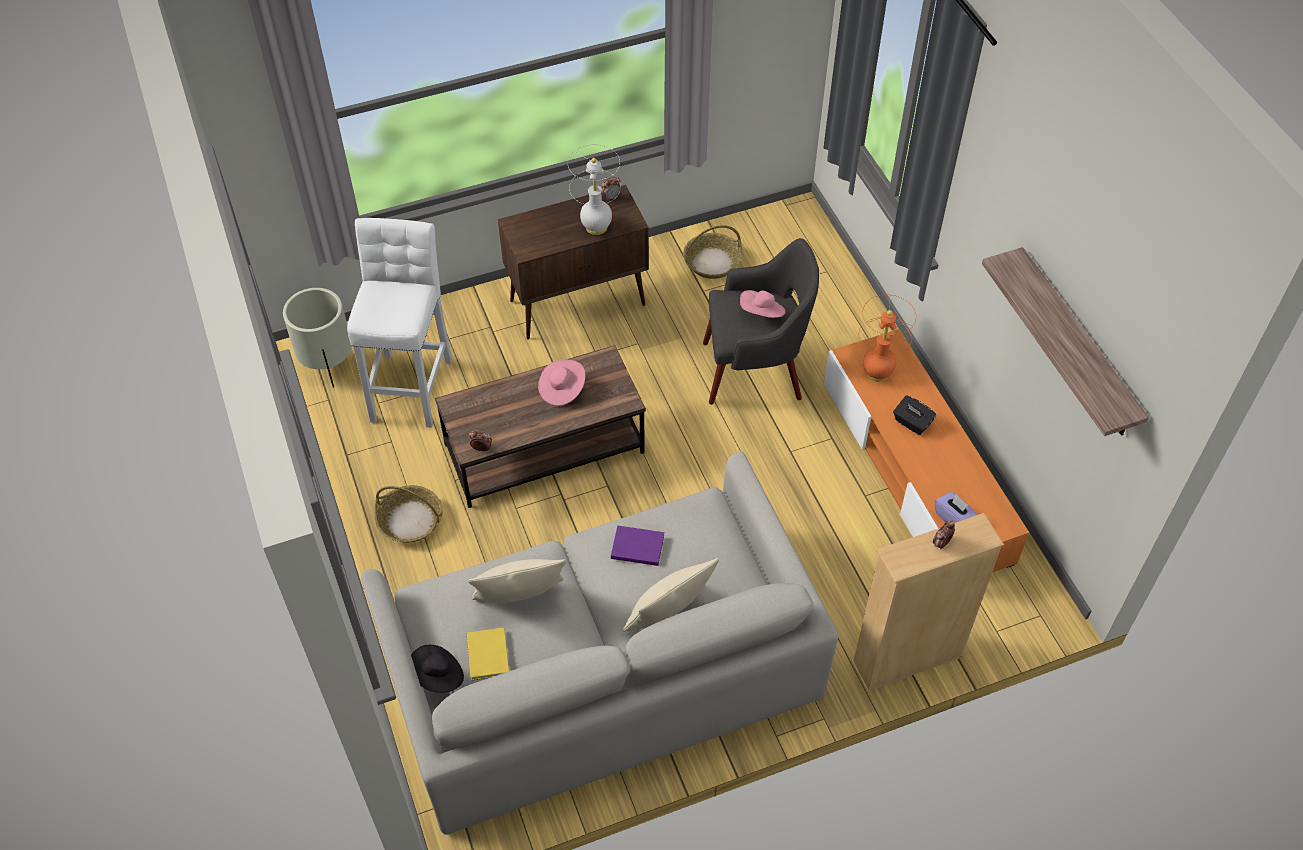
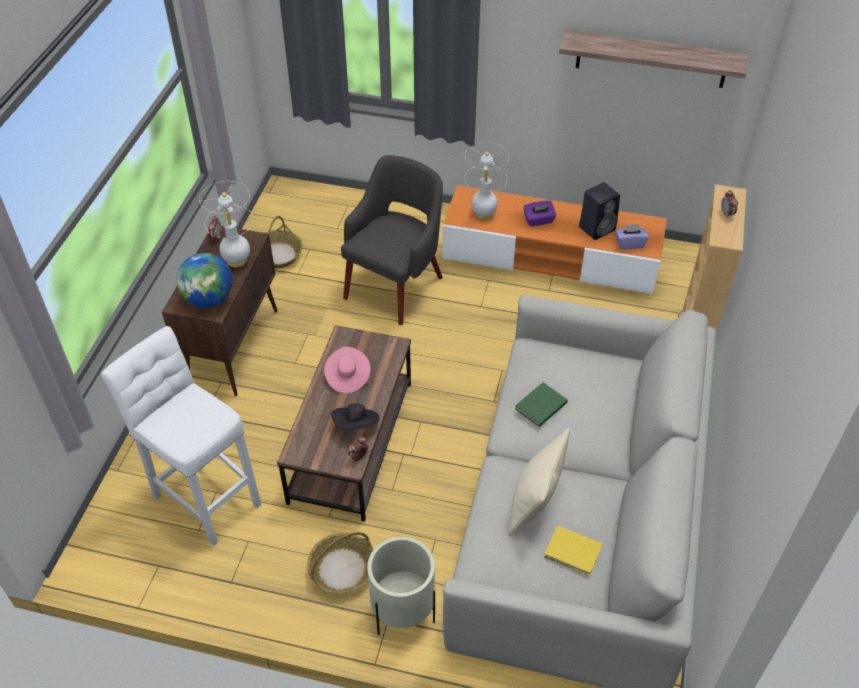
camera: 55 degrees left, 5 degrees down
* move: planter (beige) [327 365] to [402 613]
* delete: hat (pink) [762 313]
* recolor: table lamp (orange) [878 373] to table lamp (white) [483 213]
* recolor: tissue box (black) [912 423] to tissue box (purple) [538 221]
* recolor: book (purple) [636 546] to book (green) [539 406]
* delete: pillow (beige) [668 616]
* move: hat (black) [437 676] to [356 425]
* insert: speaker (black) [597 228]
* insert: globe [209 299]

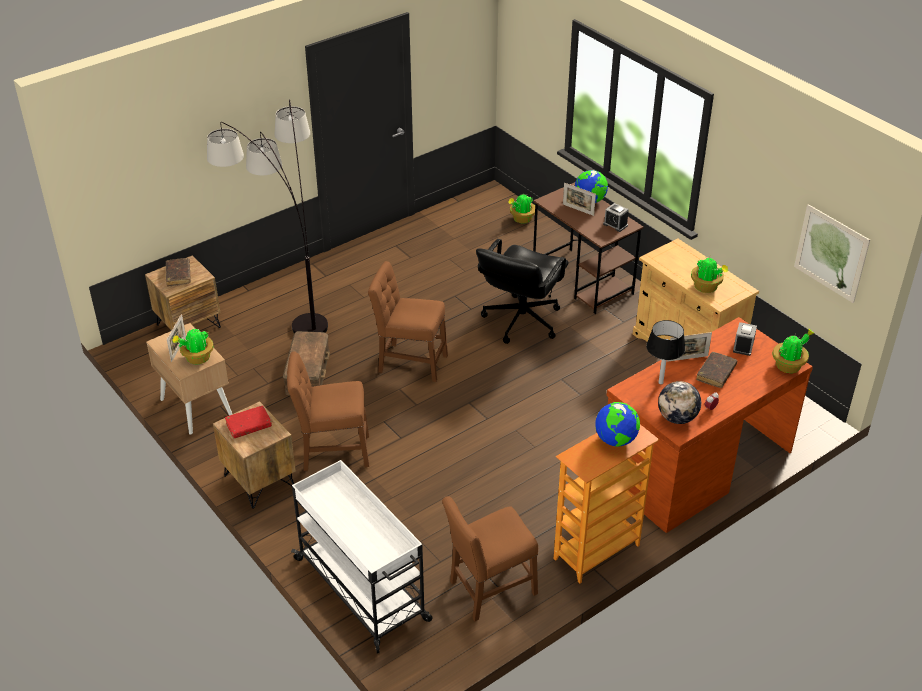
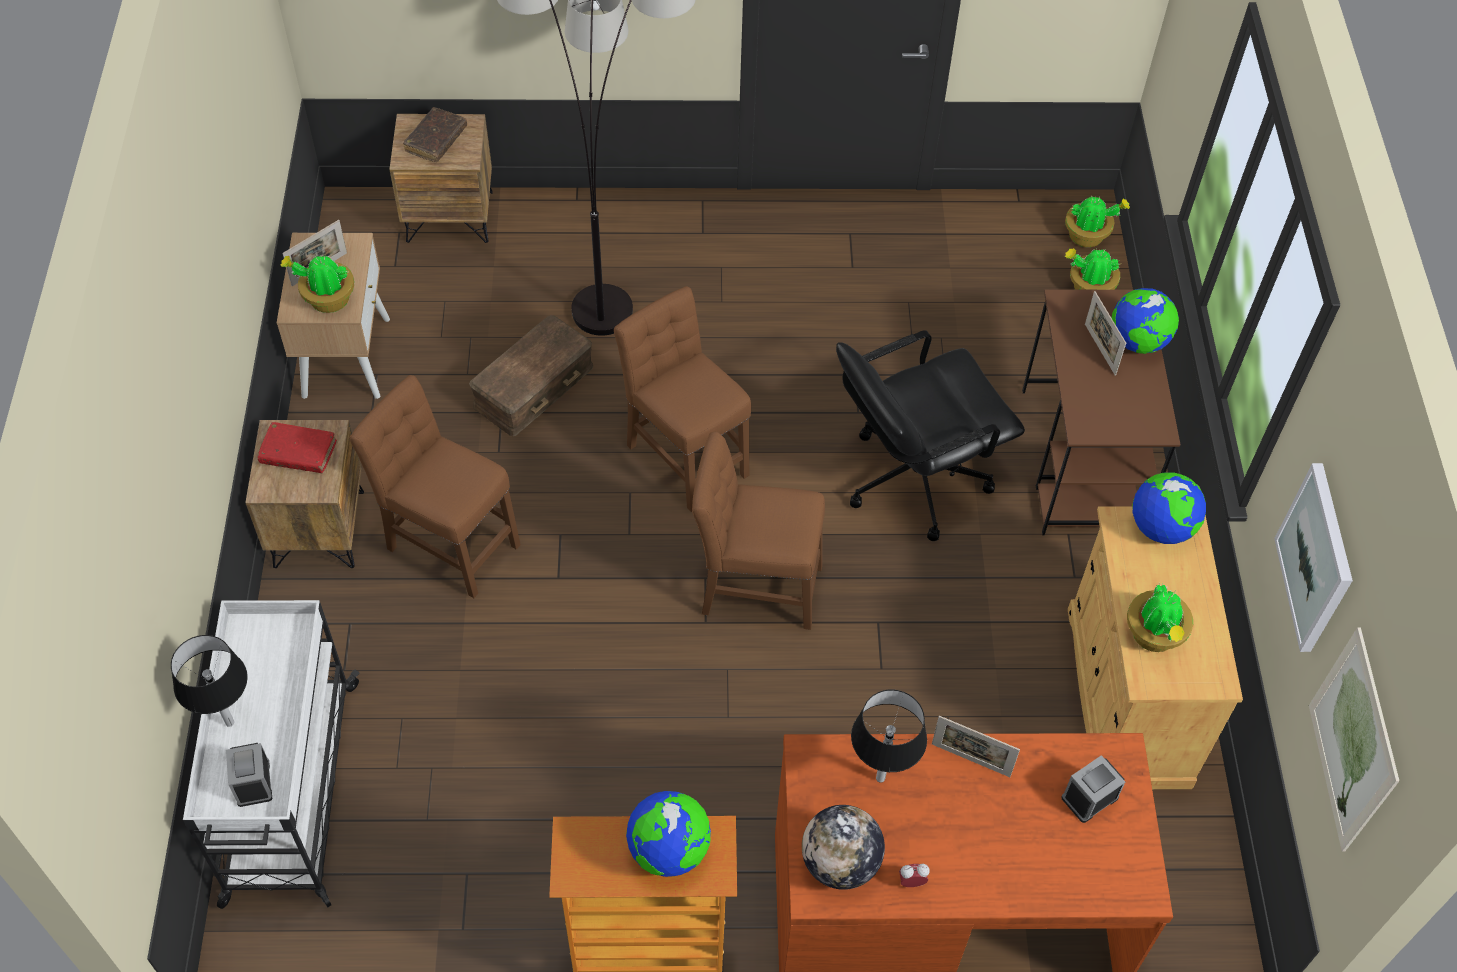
camera: 35 degrees right, 15 degrees up
* move: alarm clock [615 225] to [253 782]
* move: potted plant [789 365] to [1087 236]
* delete: book (brown) [716 373]
* move: chair (brown) [489 590] to [755 586]
* insert: picture [1316 558]
* insert: globe [1161 528]
* insert: table lamp (black) [229 722]

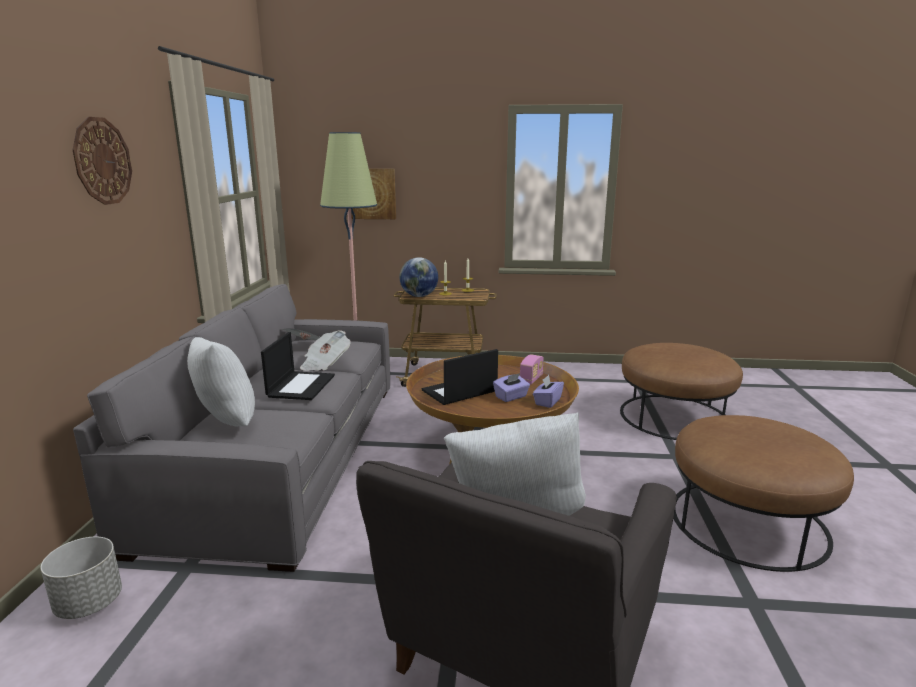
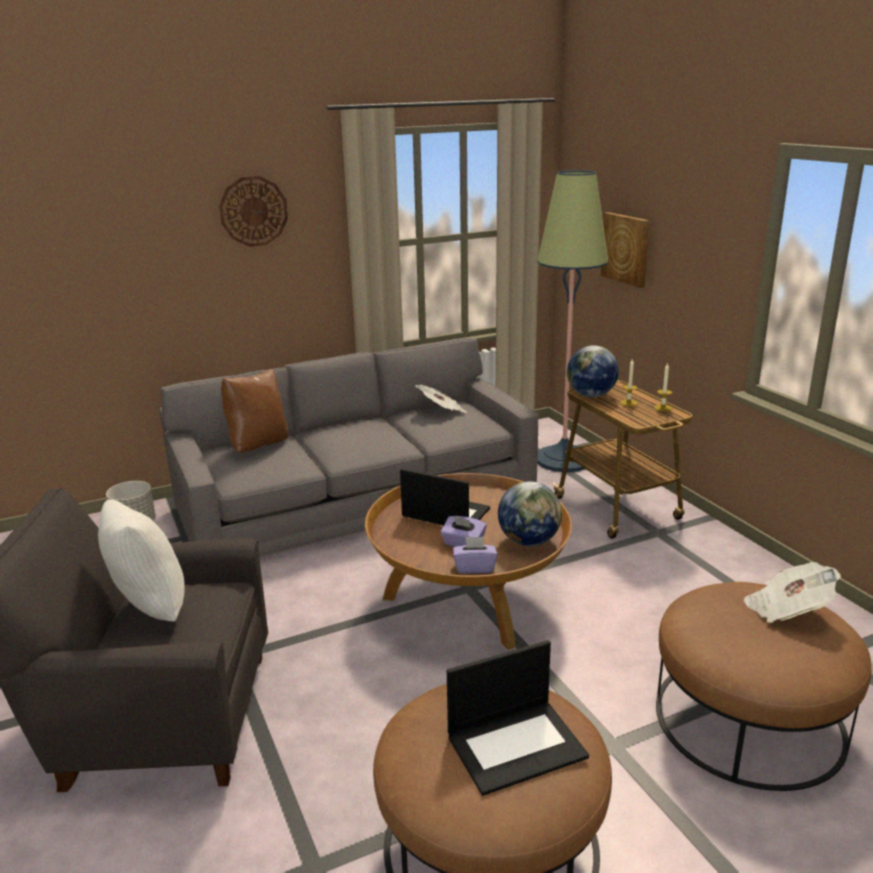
camera: 60 degrees right, 5 degrees up
* move: newspaper [325 364] to [787 610]
* move: laptop [301 385] to [517 745]
* recolor: pillow (white) [225 422] to pillow (brown) [258 446]
* replace: radio [531 379] to globe [529 541]

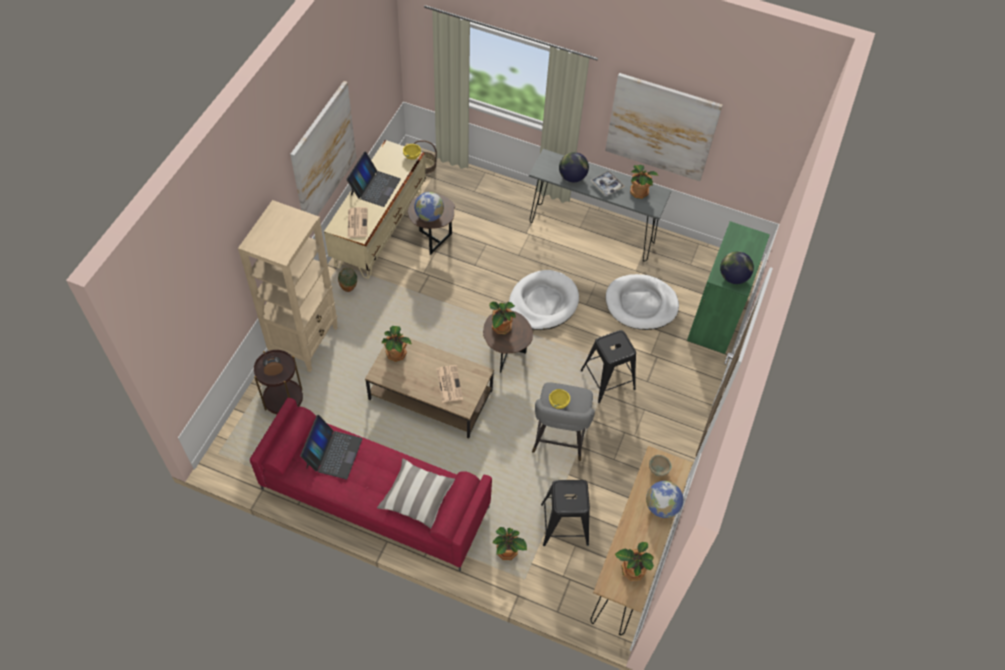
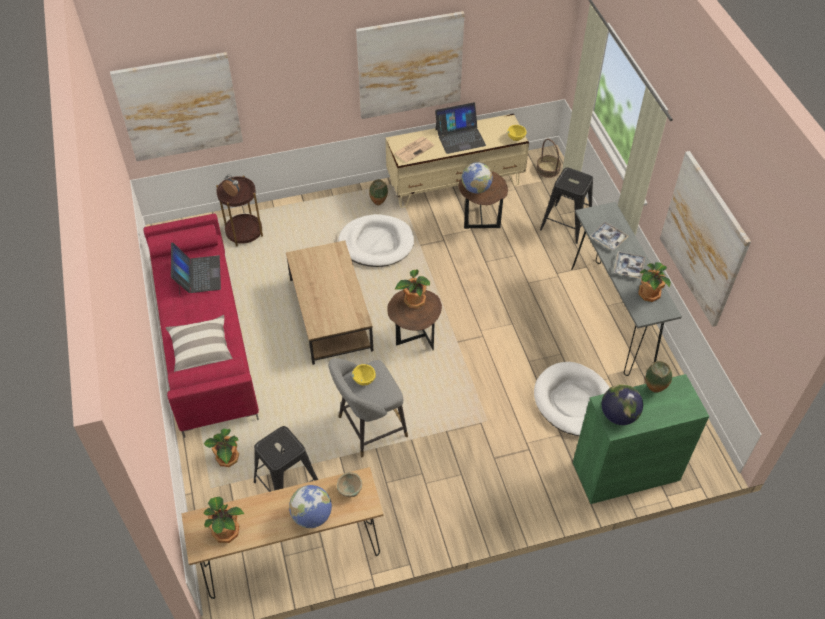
camera: 55 degrees right, 5 degrees down
* replace: globe [572 177] to tray [608 239]
* delete: bookcase (beige) [305 342]
* move: dog bed (white) [543 302] to [376 243]
* delete: potted plant [396 353]
* move: stool (black) [607 380] to [565 224]
* delete: newspaper [449 383]
* rotate: laptop [333 453] = [198 274] 75 degrees counterclockwise
* insert: picture [179 107]
* insert: vase [654 390]

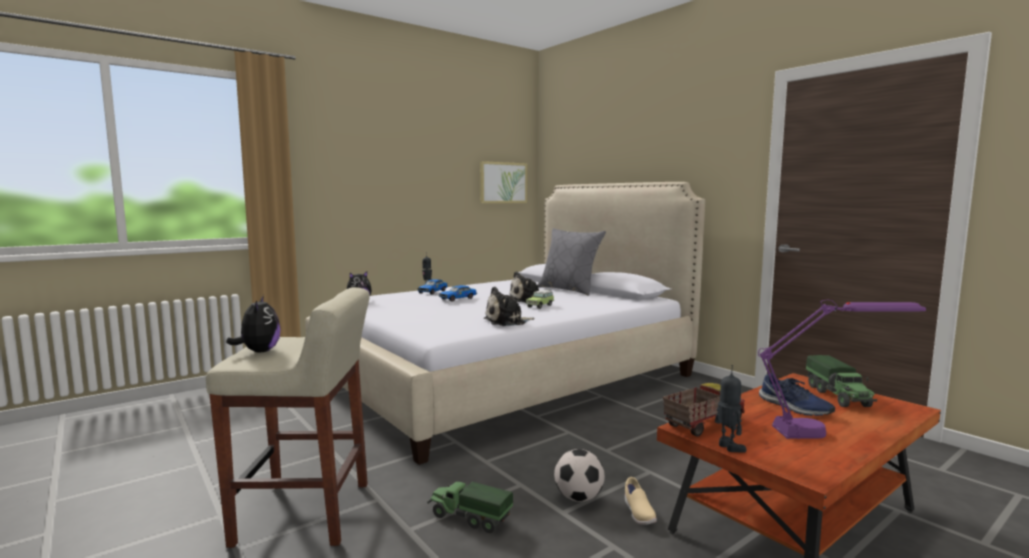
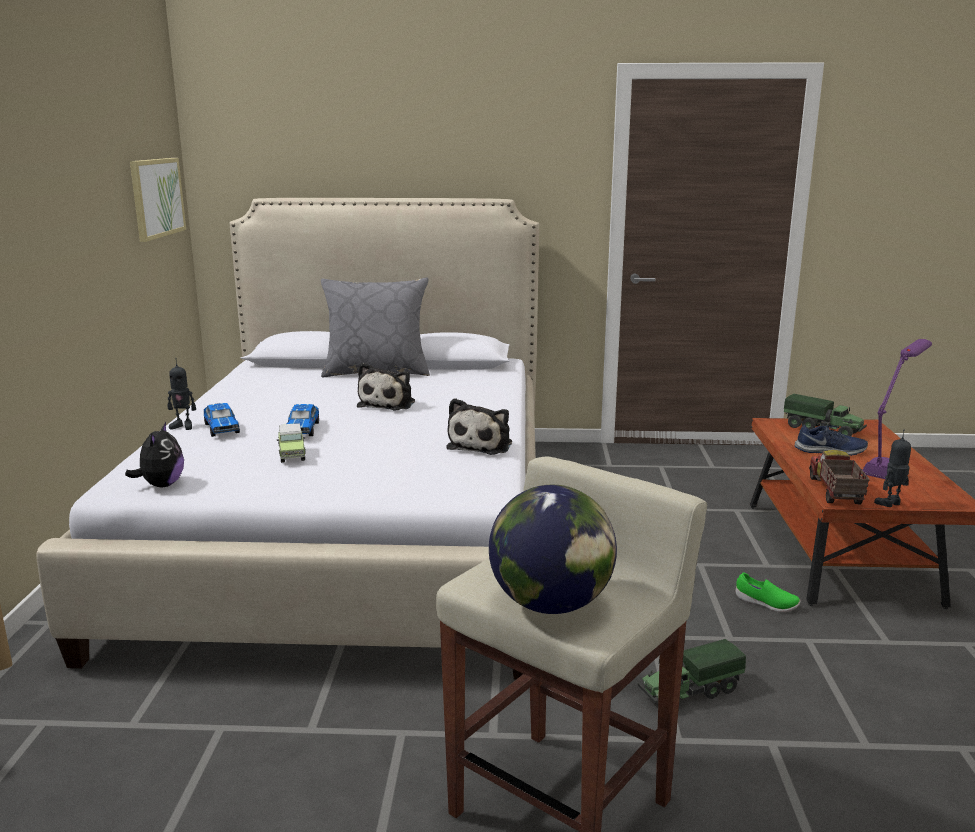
camera: 50 degrees left, 10 degrees up
* move: toy car [540 306] to [292 454]
* replace: plush toy [259 351] to globe [550 604]
* rotate: toy robot [728 447] = [890 504] 45 degrees counterclockwise
* delete: football [578 498]
* recolor: shoe (beige) [638 513] to shoe (green) [766 604]

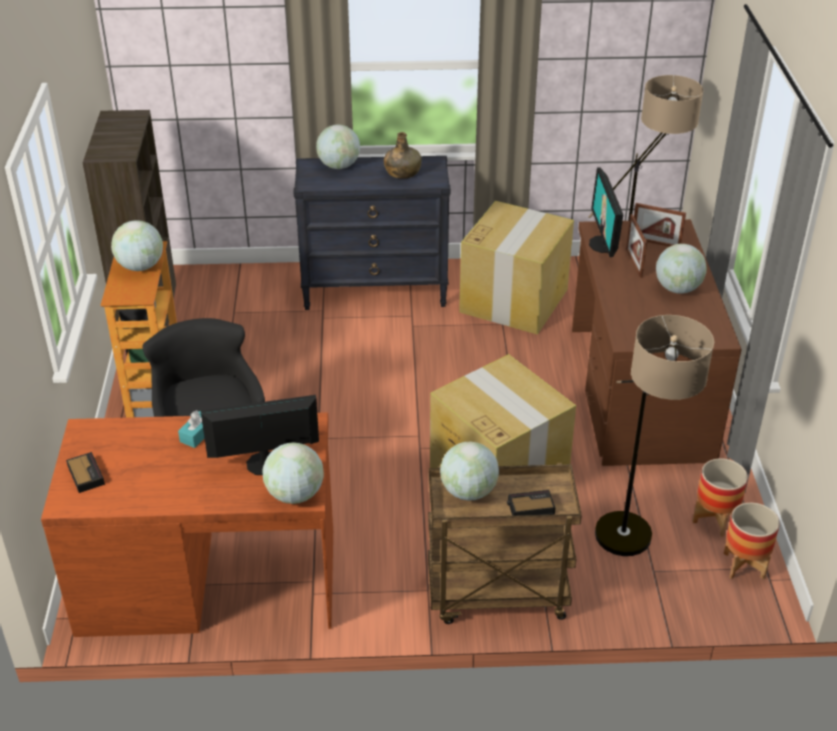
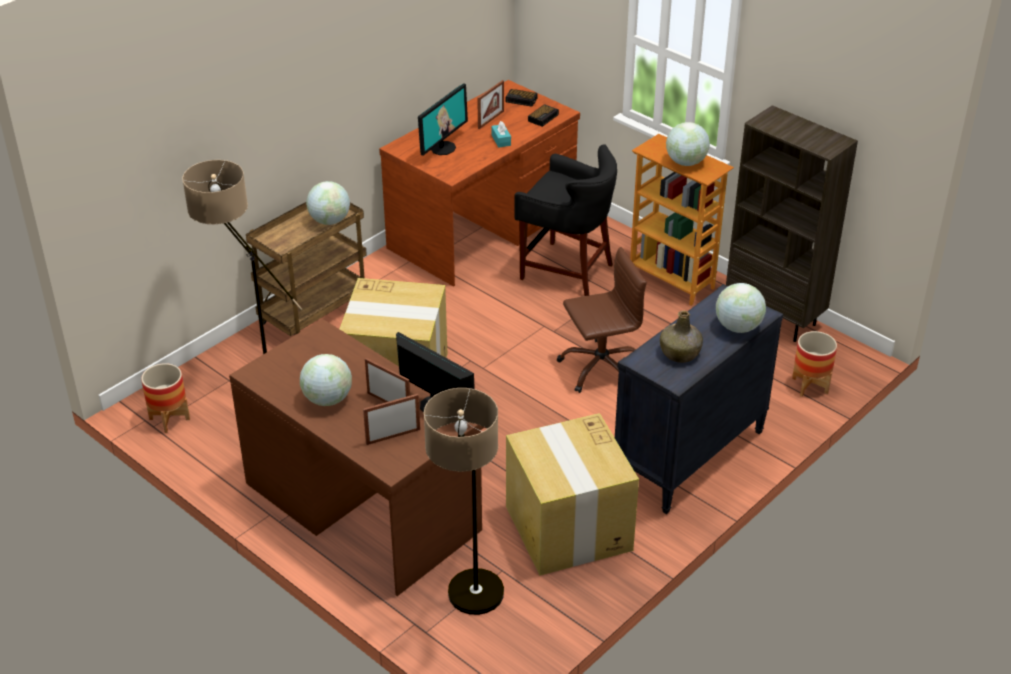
camera: 135 degrees right, 0 degrees up
* delete: globe [295 494]
* move: planter [714 520] to [810 386]
* move: alarm clock [530 507] to [543 117]
* insert: picture frame [491 119]
* insert: office chair (brown) [601 368]

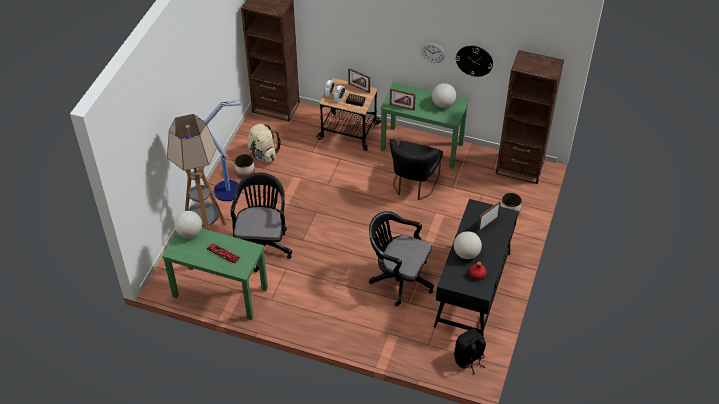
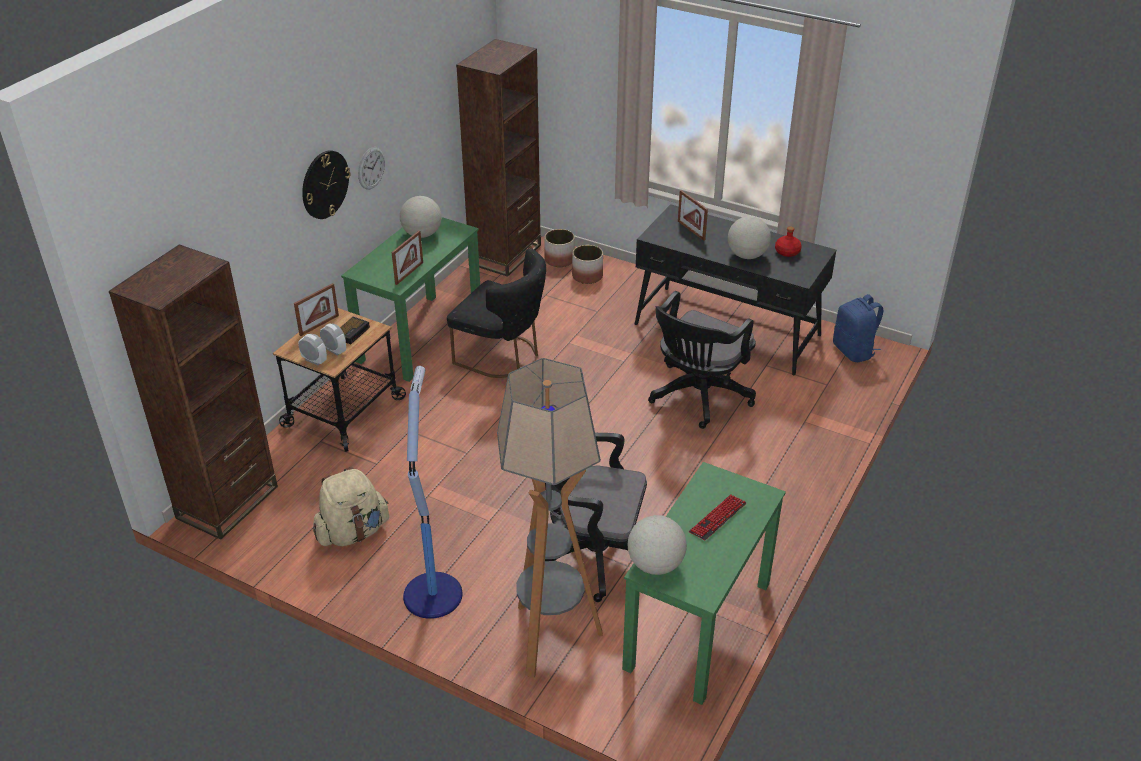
camera: 80 degrees left, 10 degrees down
* move: wall clock [474 60] to [324 184]
* move: planter [245 173] to [560 260]
* recolor: backpack (black) [469 359] to backpack (blue) [854 351]

